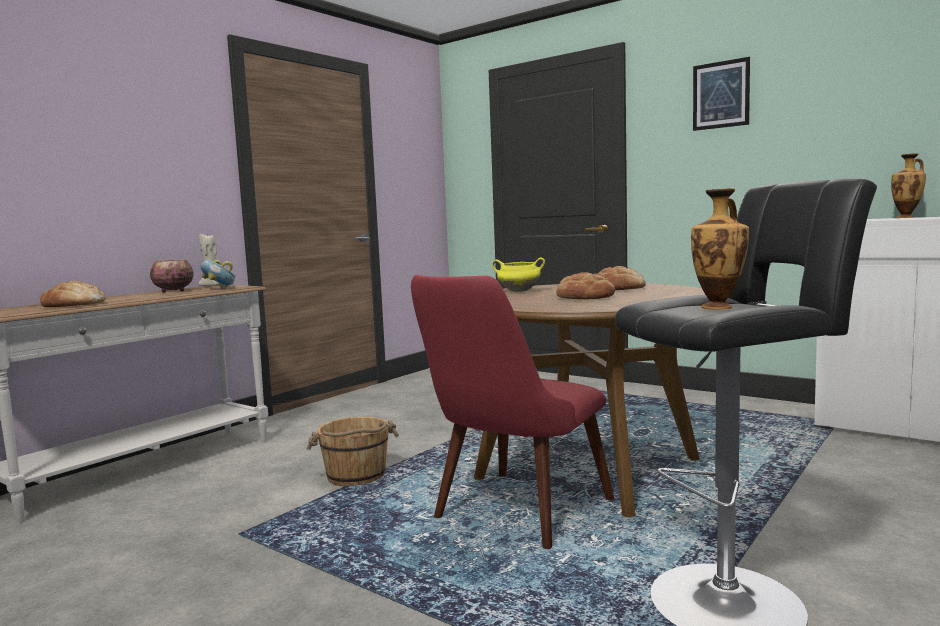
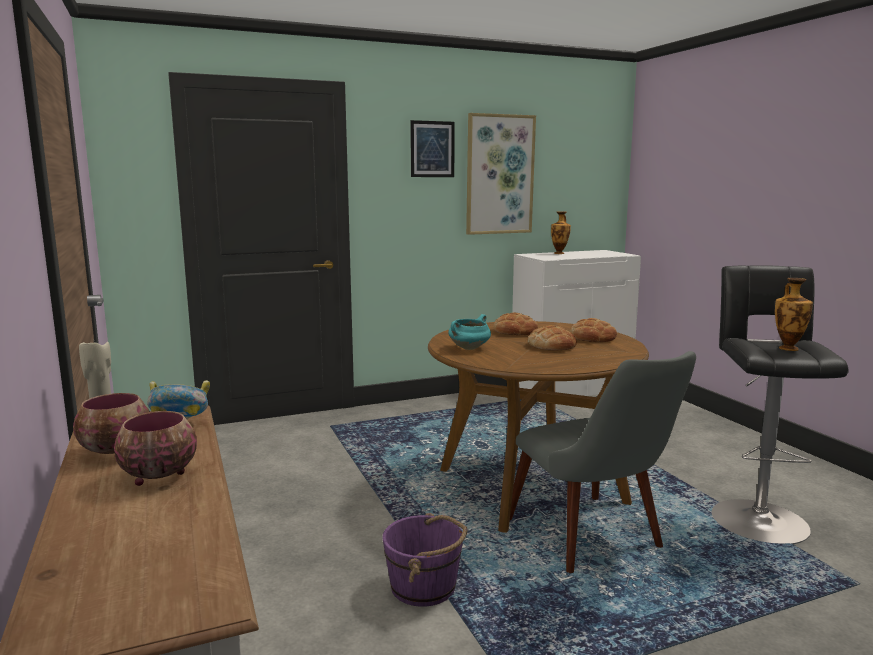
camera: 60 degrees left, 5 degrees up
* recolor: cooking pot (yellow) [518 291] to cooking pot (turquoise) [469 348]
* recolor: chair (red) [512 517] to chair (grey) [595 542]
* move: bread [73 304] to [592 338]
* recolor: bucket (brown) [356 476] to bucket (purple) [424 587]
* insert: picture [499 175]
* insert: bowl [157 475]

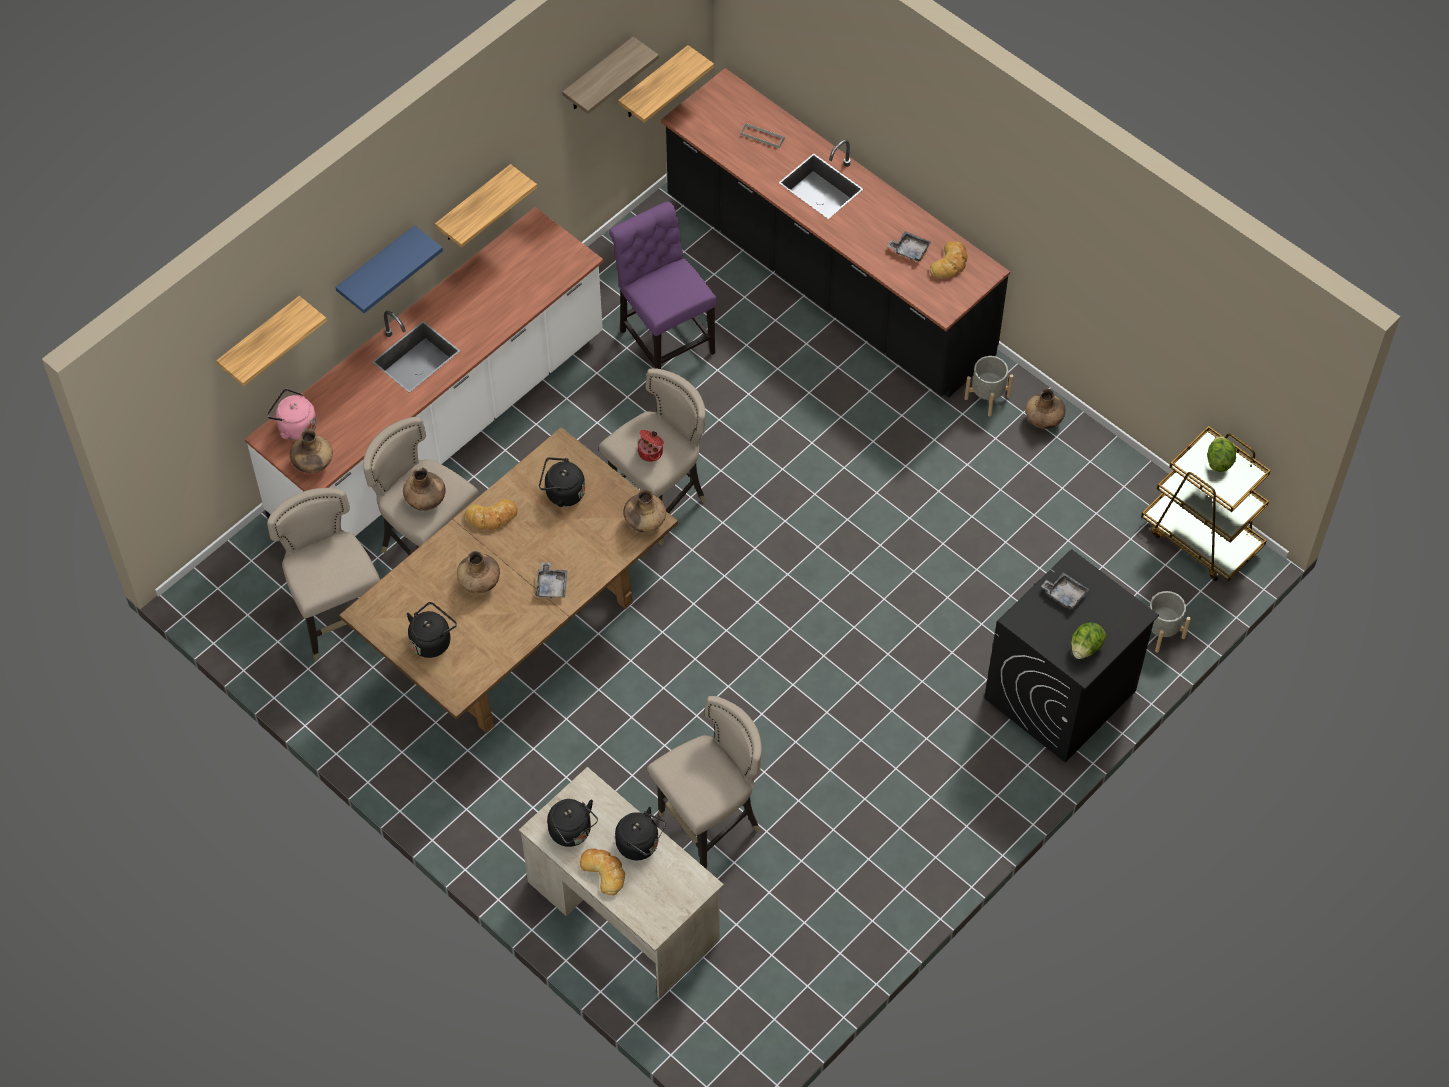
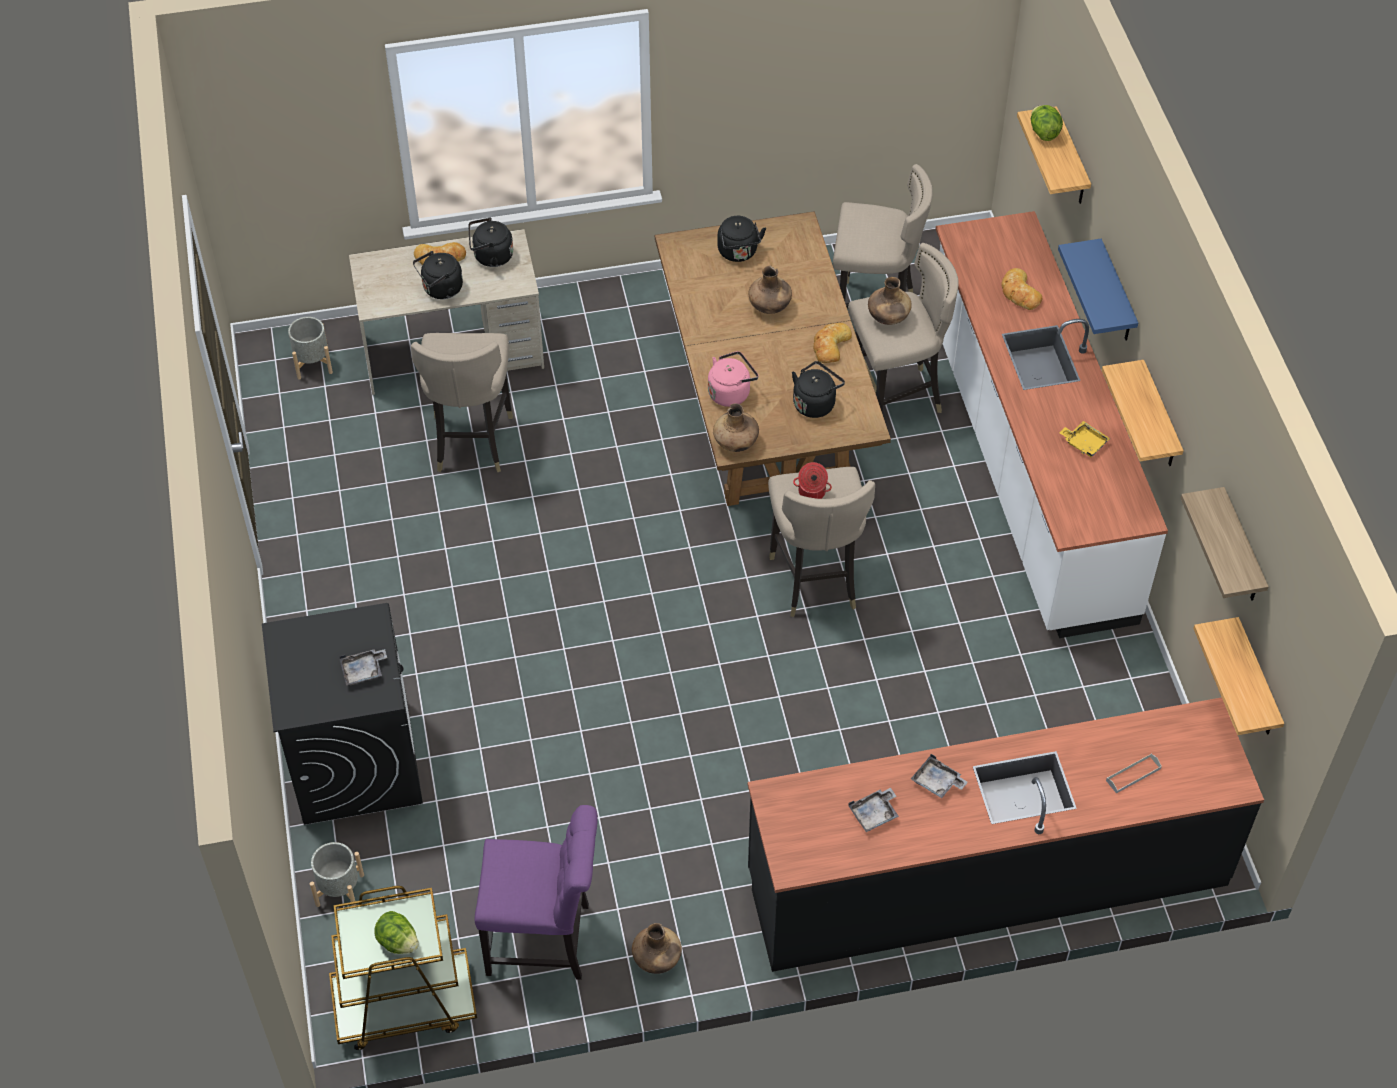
camera: 125 degrees right, 5 degrees down
* move: chair (purple) [664 338] to [545 940]
* move: bread [950 263] to [1019 293]
* move: planter (grey) [987 397] to [313 363]
* move: kettle (pink) [295 426] to [731 392]
* delete: vase (brown) [313 464]
* move: tray (grey) [551 585] to [937 782]
* move: lettuce [1085 648] to [1043 132]
* insert: tray (yellow) [1084 443]

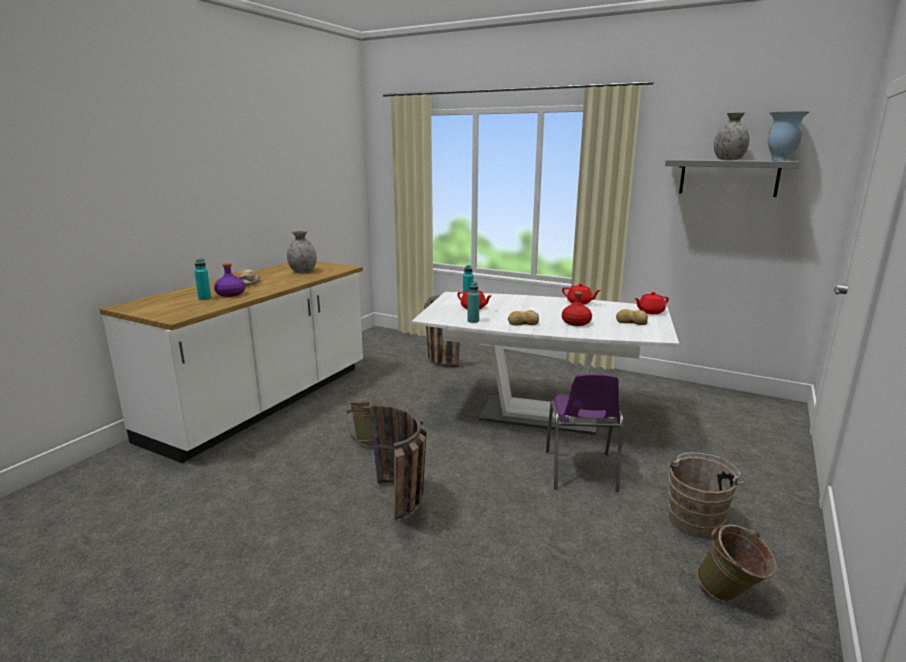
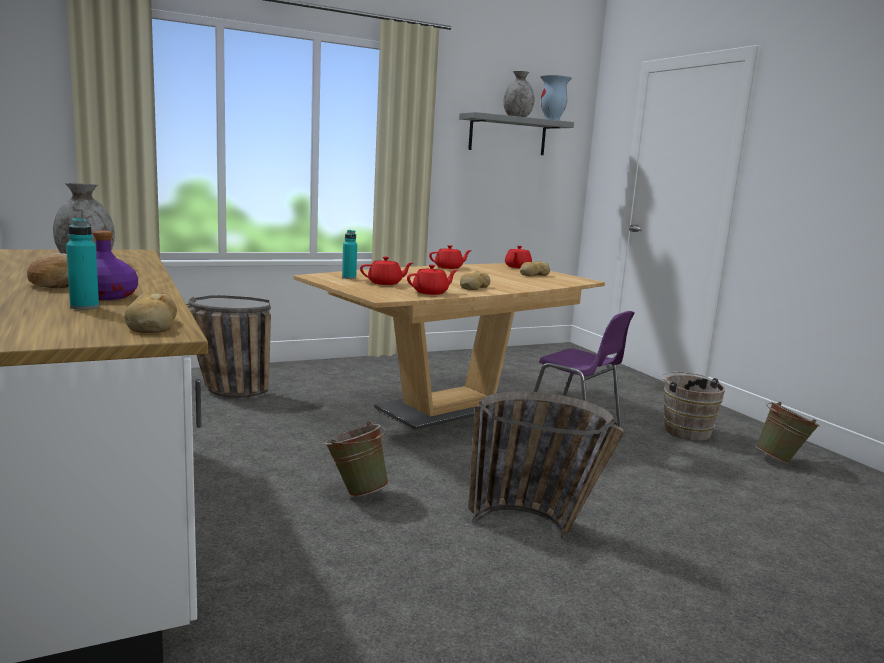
camera: 55 degrees left, 5 degrees down
* replace: bottle (turquoise) [473 321] to teapot (red) [431 292]
* delete: bottle (red) [576 323]
* recolor: dining table (white) [539 415] to dining table (brown) [449 406]
* insert: bread [151 325]

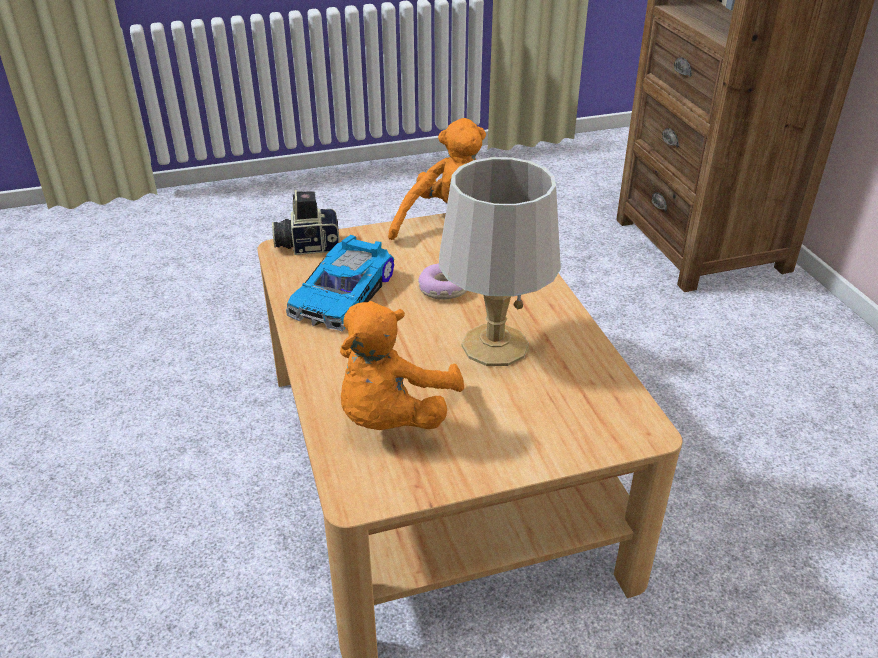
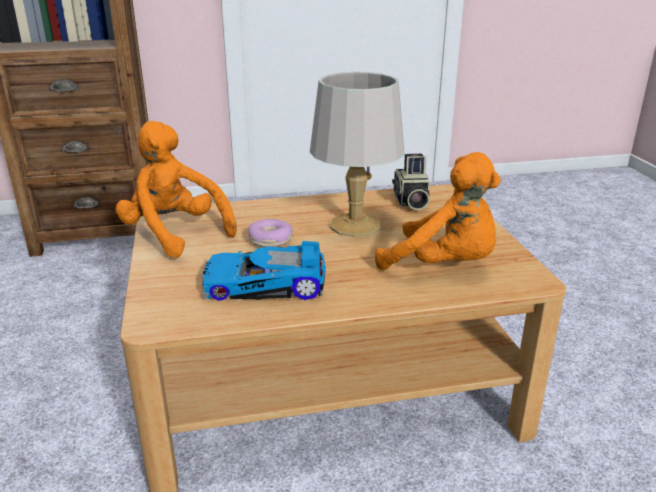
camera: 85 degrees left, 10 degrees down
* move: photo camera [307 245] to [410 202]
* rotate: toy car [345 295] = [265 285] 150 degrees clockwise

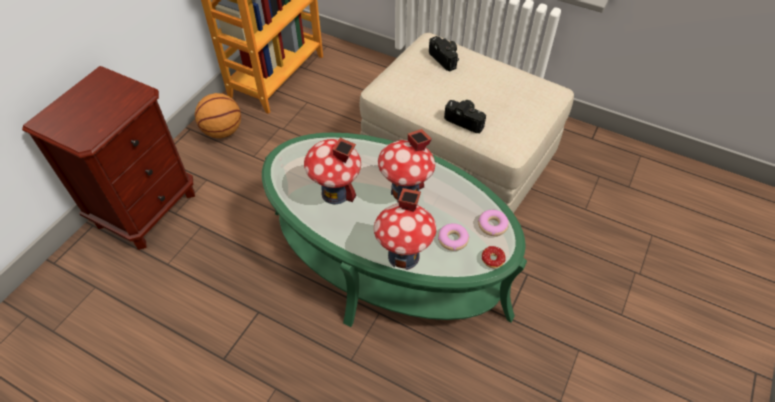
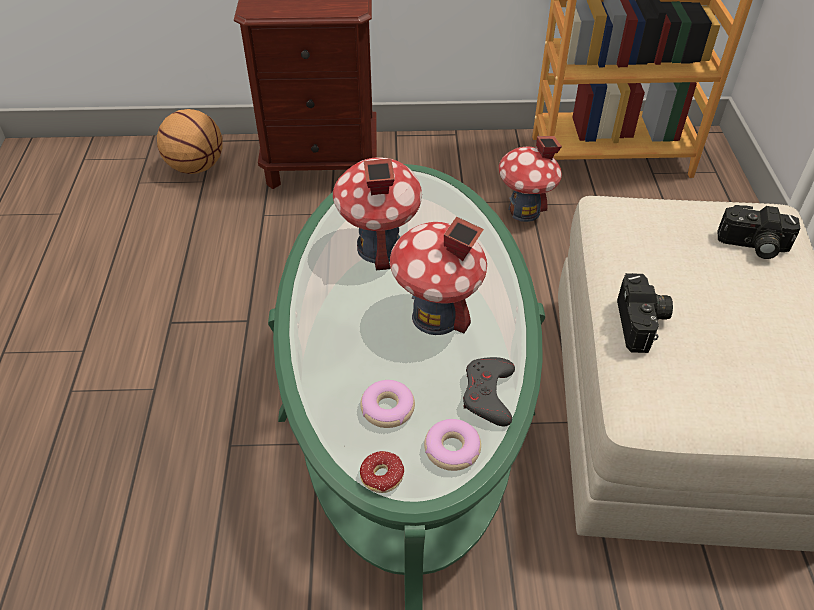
camera: 60 degrees right, 5 degrees down
* rotate: photo camera [446 58] = [753 246] 75 degrees clockwise
* move: basketball [223 131] to [196 167]
* move: toy house [404 256] to [524 211]
* insert: game controller (grey) [488 394]

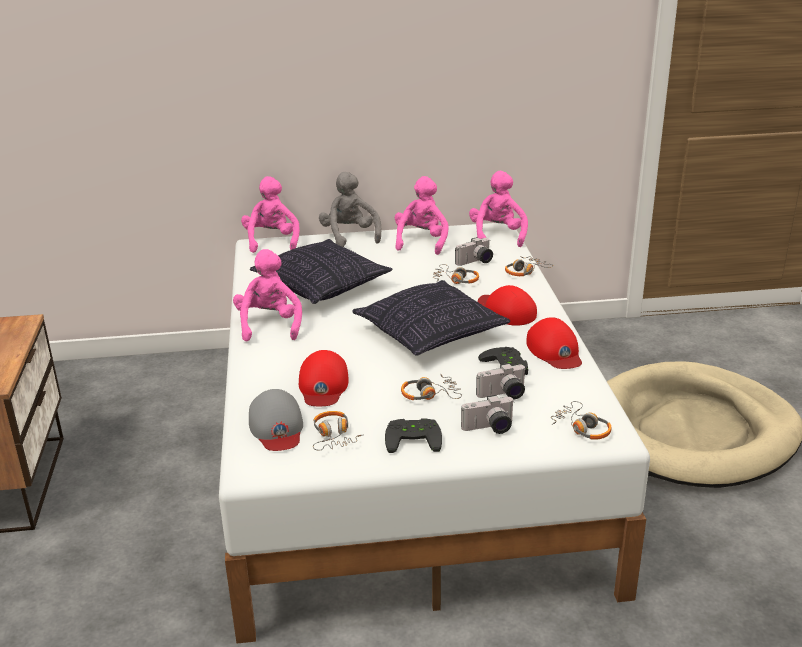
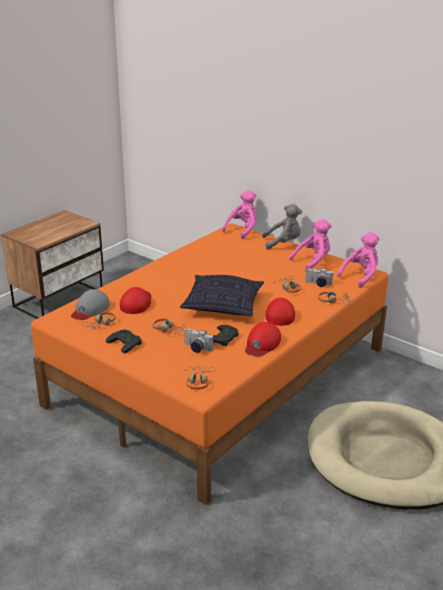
camera: 45 degrees right, 0 degrees up
* rotate: plush toy (grey) [350 236] = [283 243] 60 degrees clockwise
* recolor: bed (white) [405 451] to bed (orange) [221 376]
* delete: pillow [322 286]
* delete: plush toy (pink) [269 325]
* rotate: cap (red) [323 385] = [136 303] 150 degrees clockwise
* delete: photo camera [489 429]

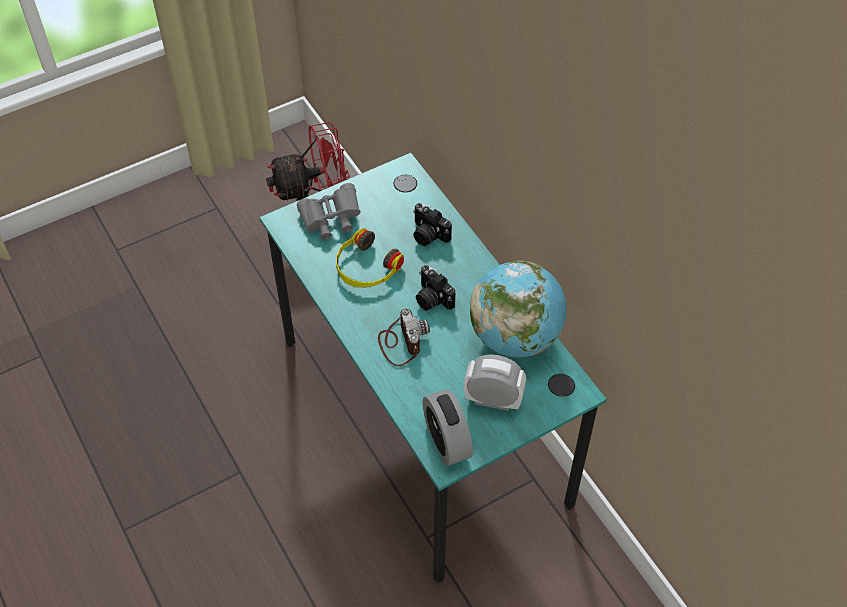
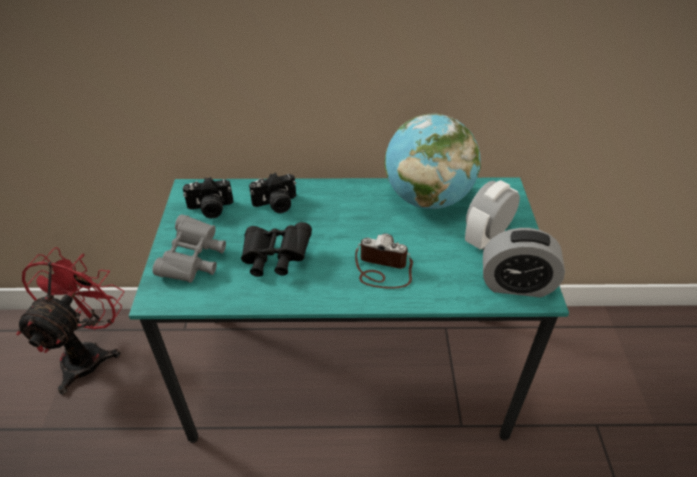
camera: 60 degrees left, 10 degrees down
* replace: headphones [366 267] to binoculars (black) [275 259]
* move: photo camera [432 299] to [210 209]

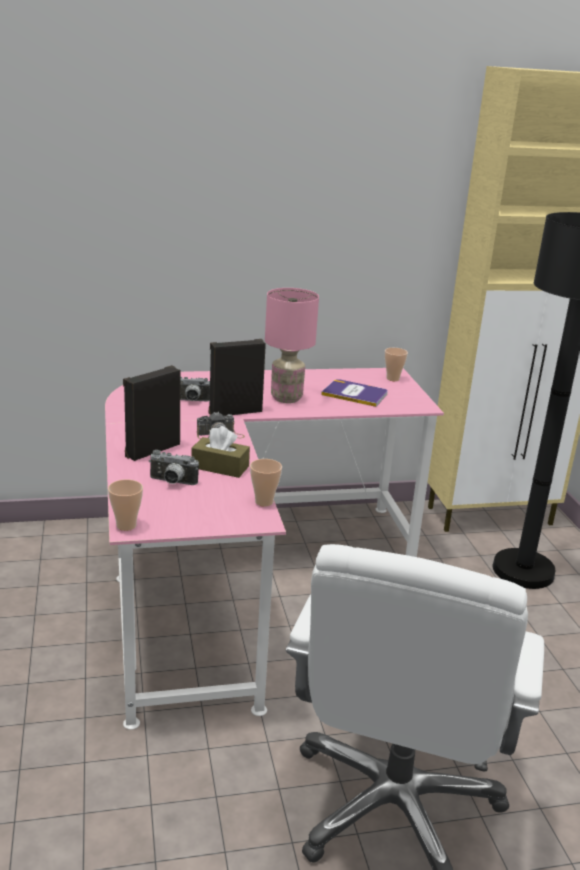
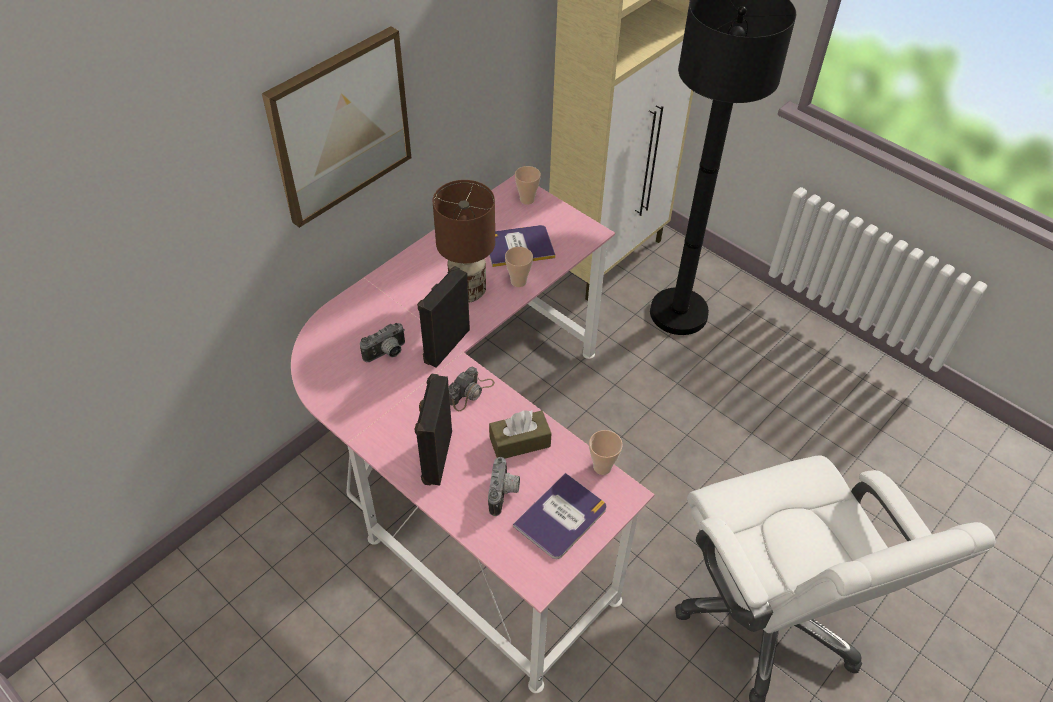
camera: 35 degrees left, 25 degrees up
* recolor: table lamp (pink) [286 398] to table lamp (brown) [468 292]
* rotate: photo camera [172 482] = [504 494] 60 degrees counterclockwise
* move: cup [126 525] to [518 281]
* insert: picture [340 126]
* insert: book [561 517]

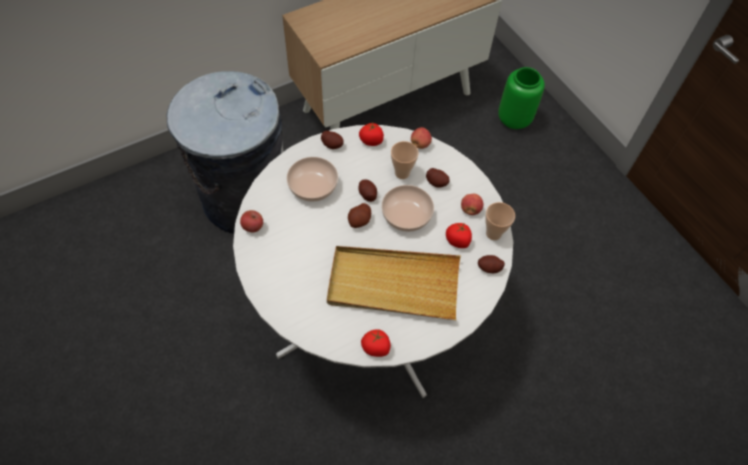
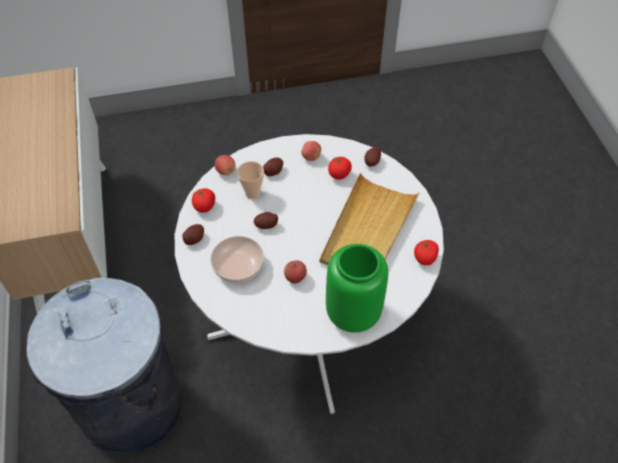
camera: 70 degrees left, 5 degrees down
* move: vase (green) [513 120] to [353 314]
* delete: bowl [406 216]
* delete: cup [493 233]
* delete: potato [359 220]
* move: apple [253 227] to [295 277]

